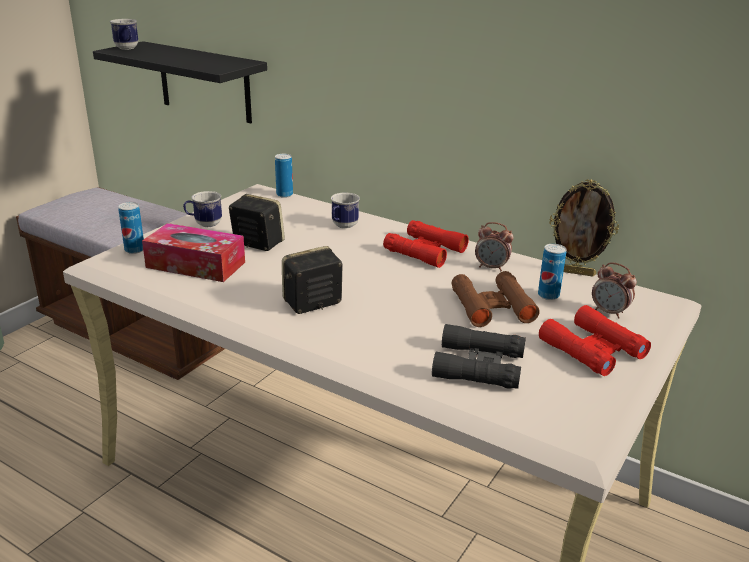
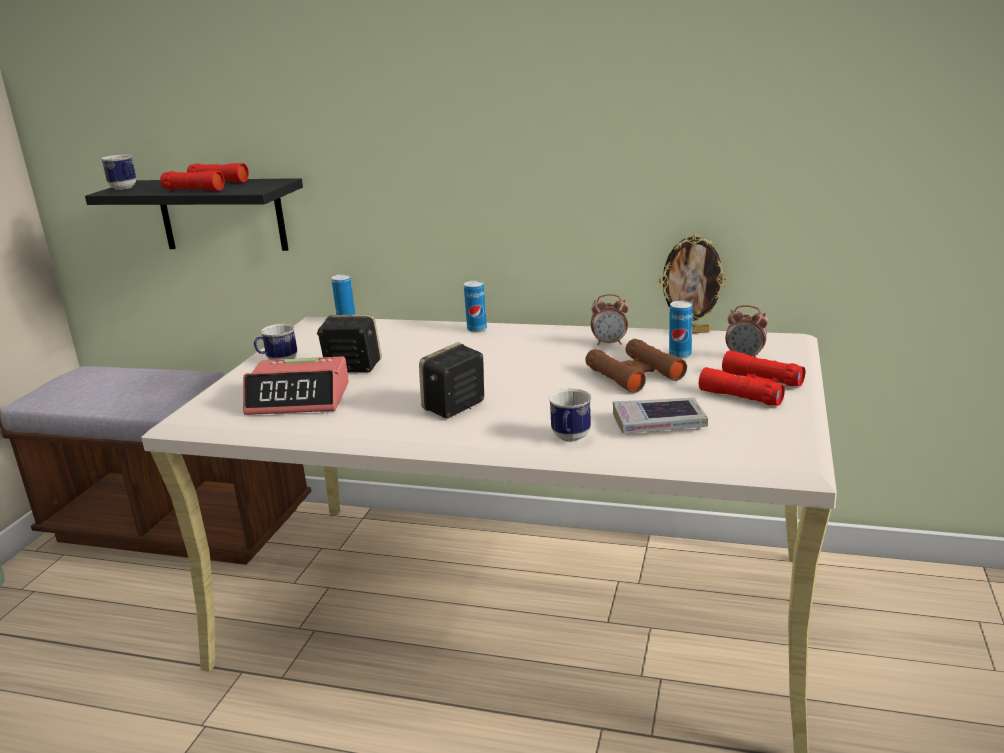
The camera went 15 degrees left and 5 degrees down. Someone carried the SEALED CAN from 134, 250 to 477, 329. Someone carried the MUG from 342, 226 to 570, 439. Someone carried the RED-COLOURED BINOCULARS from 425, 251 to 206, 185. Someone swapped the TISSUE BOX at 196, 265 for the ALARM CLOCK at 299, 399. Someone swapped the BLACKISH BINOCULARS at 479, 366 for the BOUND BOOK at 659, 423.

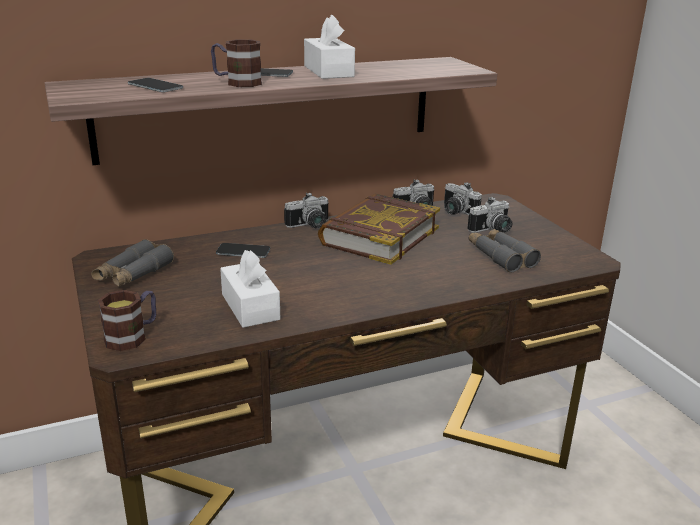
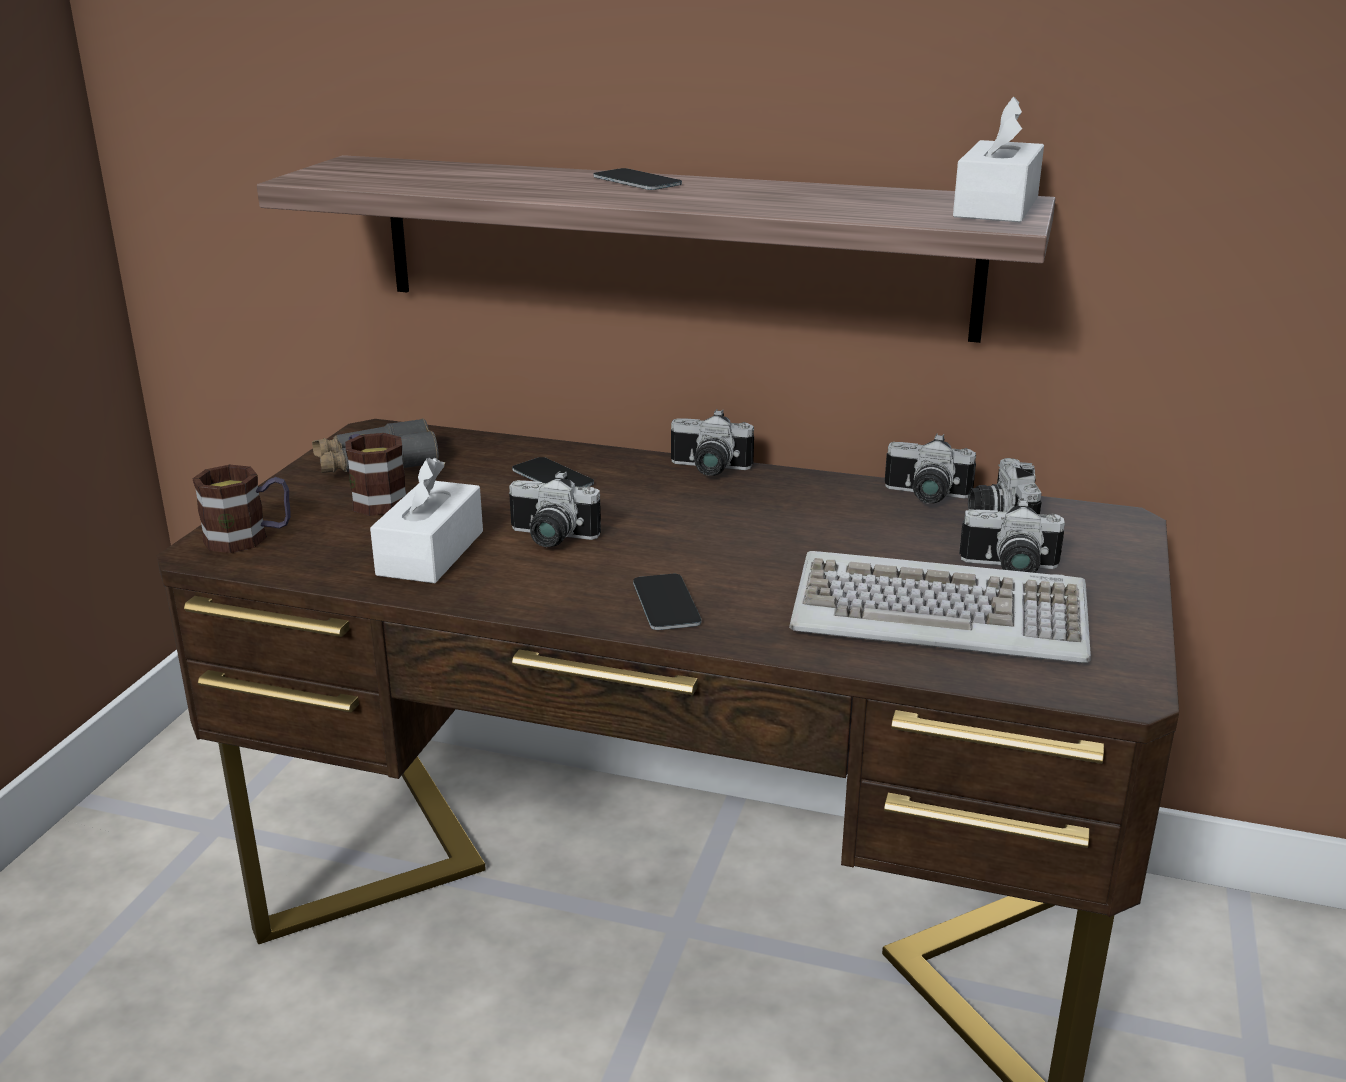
The camera went 40 degrees right and 0 degrees up. Someone took away the BOUND BOOK at 379, 236. Someone put down the STILL CAMERA at 549, 539. Someone carried the HANDSET from 155, 86 to 666, 603. Someone carried the MUG from 237, 82 to 374, 499. Someone carried the WHITISH TISSUE BOX from 328, 71 to 996, 207. Someone swapped the GREY BINOCULARS at 501, 256 for the KEYBOARD at 939, 616.

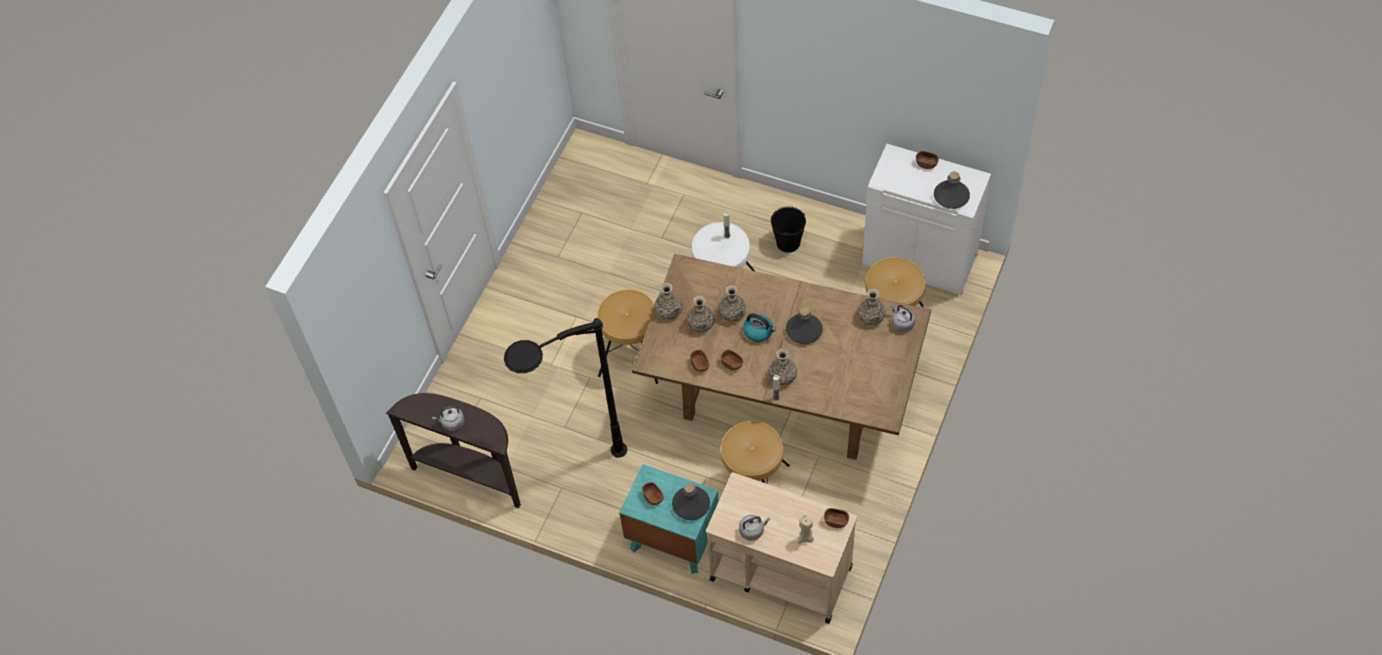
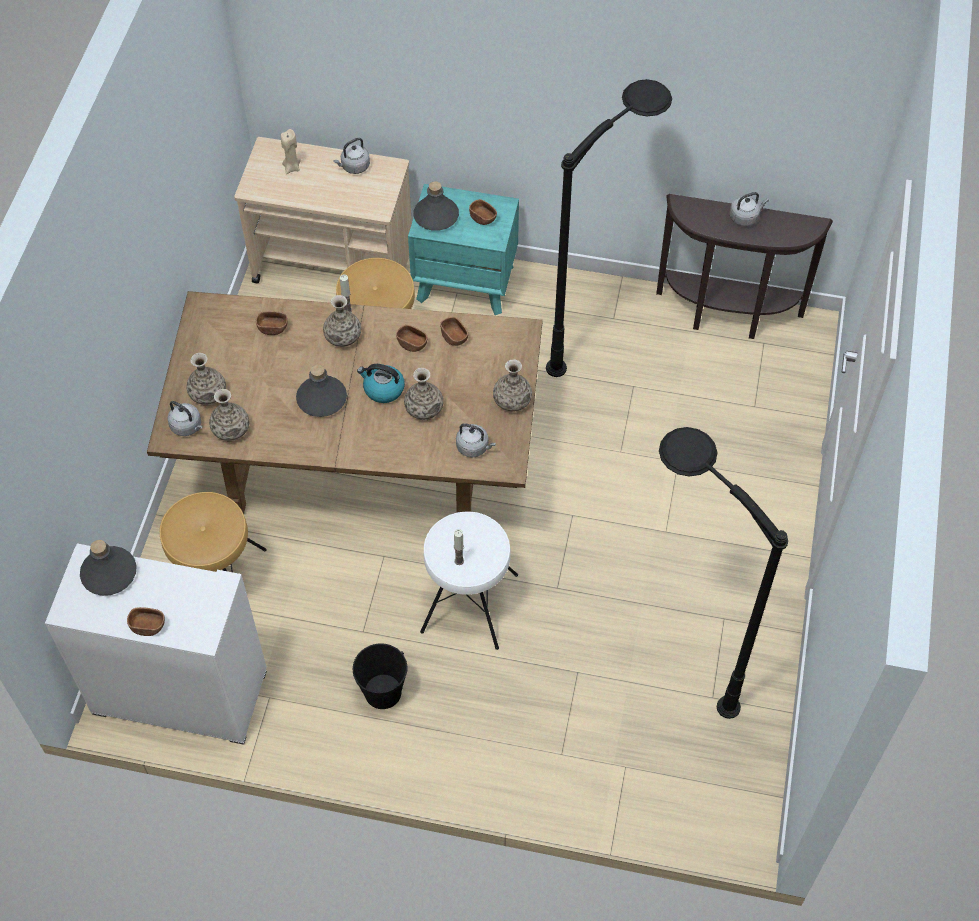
The camera went 165 degrees right and 0 degrees up. Someone took away the BROWN-COLOURED SITTING STOOL at 632, 356. Someone put down the GREY KETTLE at 474, 447. Someone put down the BLACKISH FLOOR LAMP at 673, 658. Someone carried the FLOWER VASE from 701, 323 to 208, 394. Someone carried the BROWN-COLOURED BOWL from 836, 521 to 273, 328.

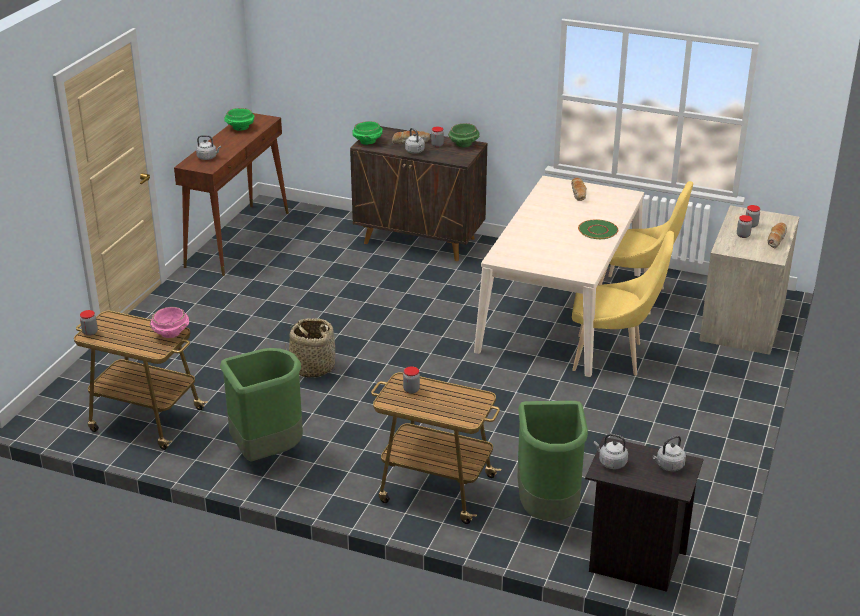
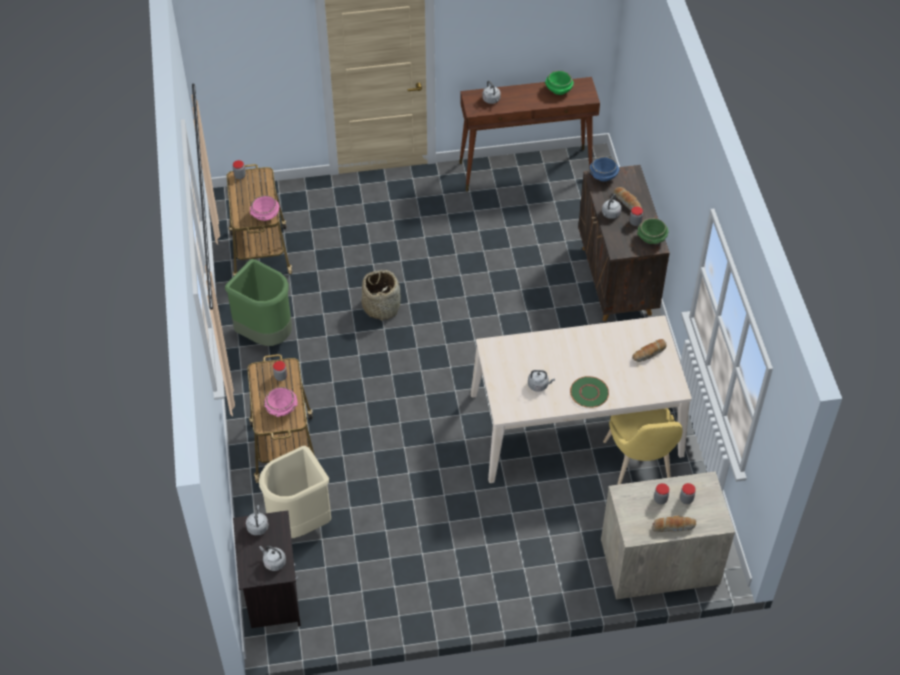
The camera went 60 degrees right and 20 degrees up. Someone took away the YELLOWISH PLAIN CHAIR at 613, 357. Someone put down the PINK BOWL at 282, 409. Someone put down the GREY KETTLE at 539, 385. Someone repainted the GREENISH BOWL at 368, 142, which became the BLUISH BOWL at 603, 177. Someone repainted the GREENISH WASTE BIN at 548, 510, which became the BEIGE WASTE BIN at 300, 523.

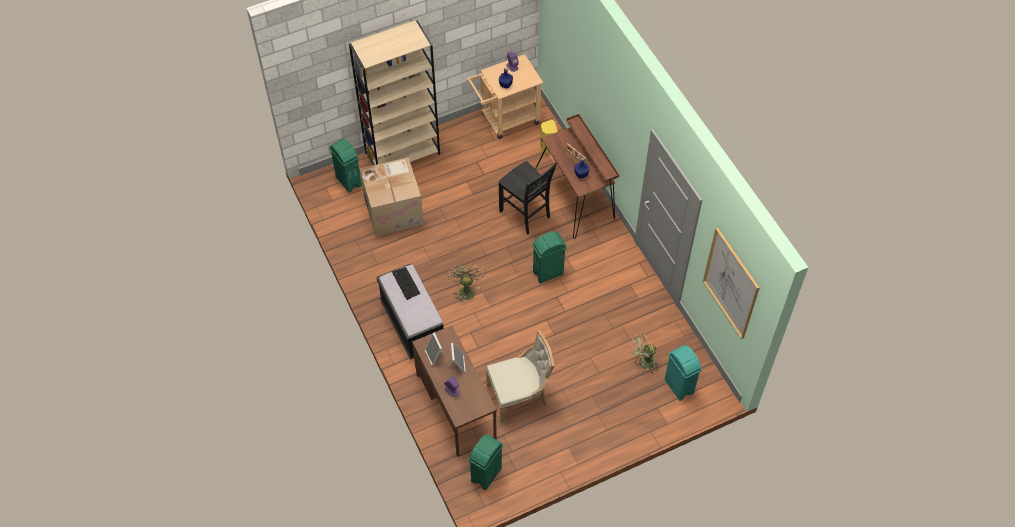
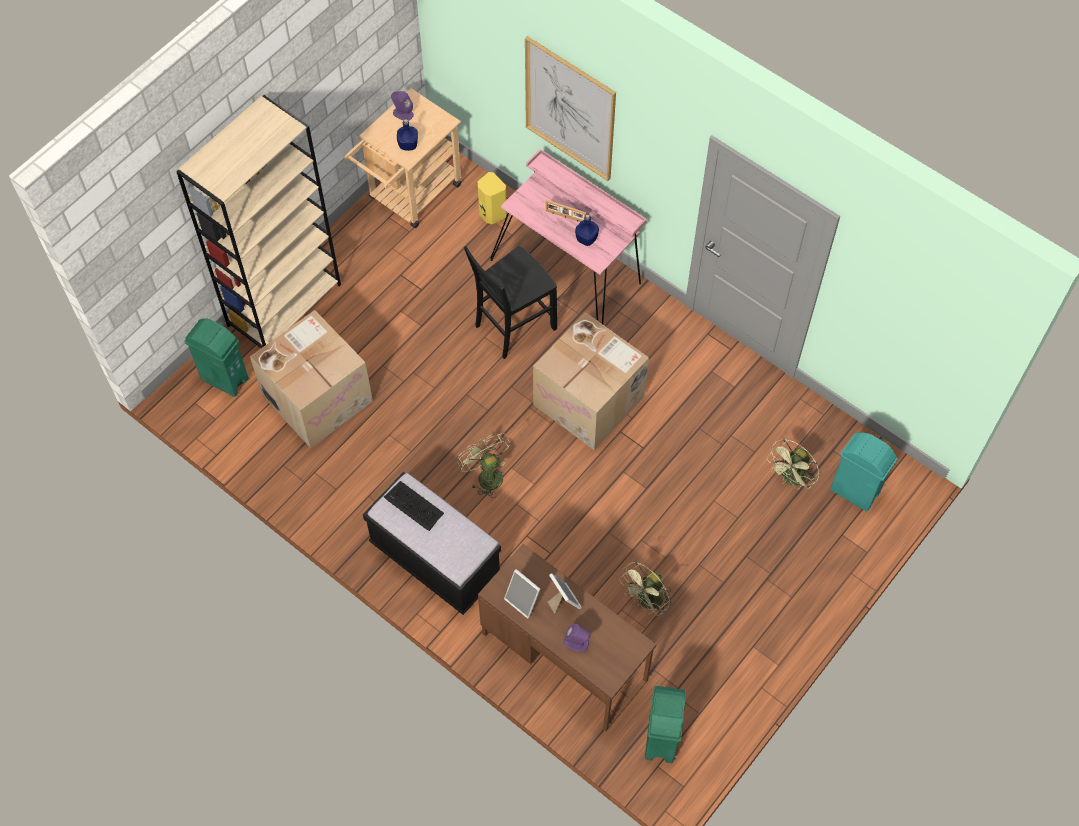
The camera went 25 degrees left and 5 degrees up. Someone carried the PICTURE from 731, 283 to 570, 109. Someone swapped the BEIGE PLAIN CHAIR at 520, 396 for the GREENISH FAN at 647, 601. Someone swapped the GREENISH WASTE BIN at 548, 273 for the PACKING BOX at 590, 400. Someone repainted the BROWN-COLOURED DESK TABLE at 576, 196, which became the PINK DESK TABLE at 569, 271. Someone rotated the BLACKISH PLAIN CHAIR at 525, 214 by 120 degrees clockwise.

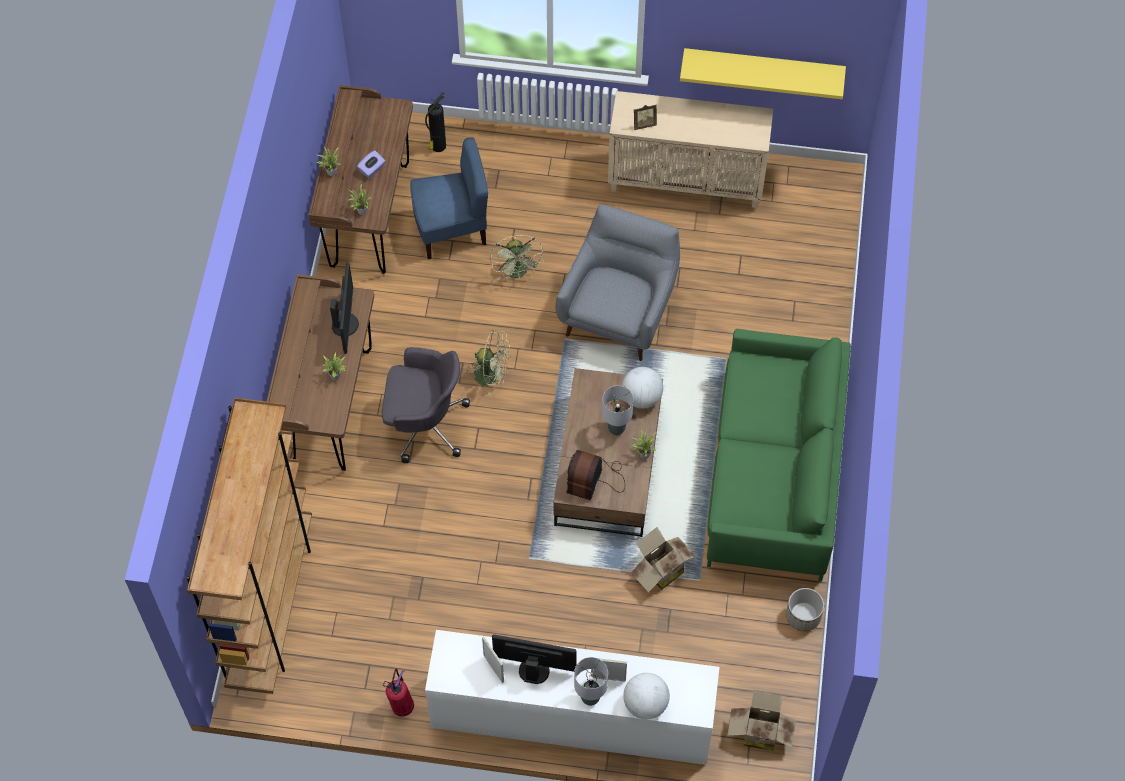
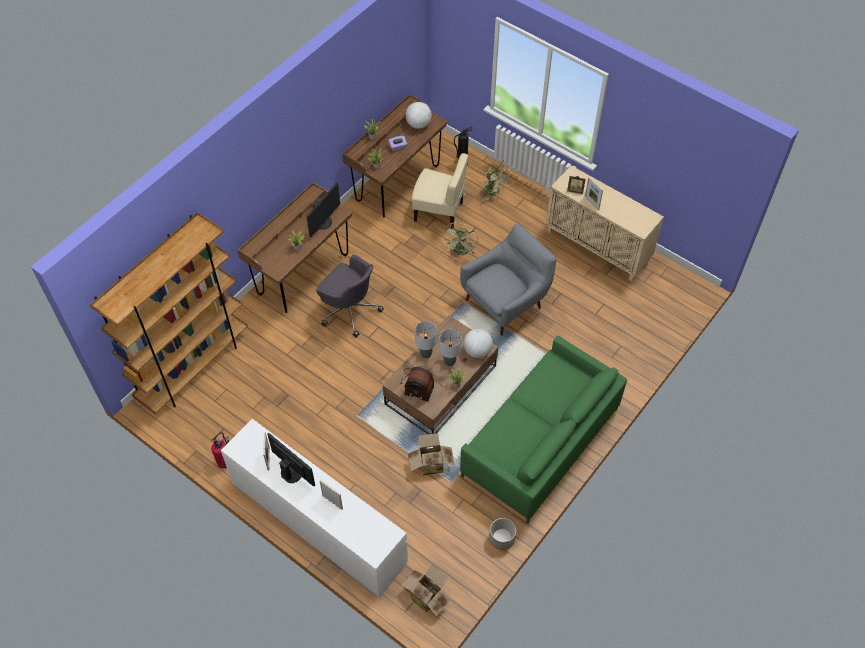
The camera went 30 degrees right and 5 degrees down. Someone took away the YELLOWISH SHELF at 763, 66. Someone put down the PICTURE FRAME at 592, 203. Someone carried the GREENISH FAN from 492, 375 to 494, 191. Someone carried the GREY TABLETOP LAMP from 590, 698 to 426, 354. Someone carried the WORLD GLOBE from 645, 704 to 418, 124. Someone repainted the BLUISH PLAIN CHAIR at 451, 229, which became the BEIGE PLAIN CHAIR at 439, 211. Someone rotated the RADIO SET at 595, 479 by 120 degrees counterclockwise.

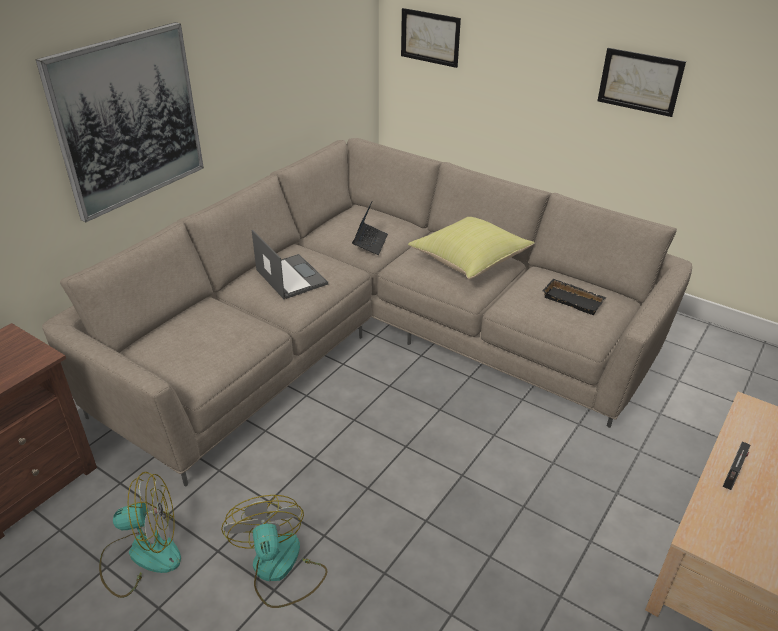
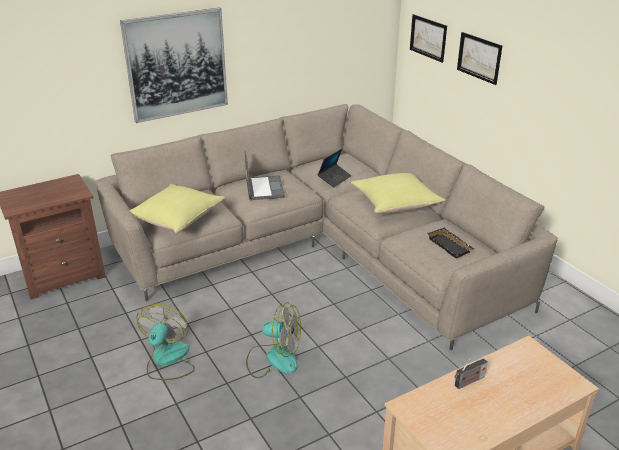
The camera went 25 degrees right and 5 degrees down. Someone put down the YELLOWISH PILLOW at 176, 219. Someone carried the FAN from 142, 555 to 273, 358. Someone carried the PICTURE from 640, 81 to 479, 57.

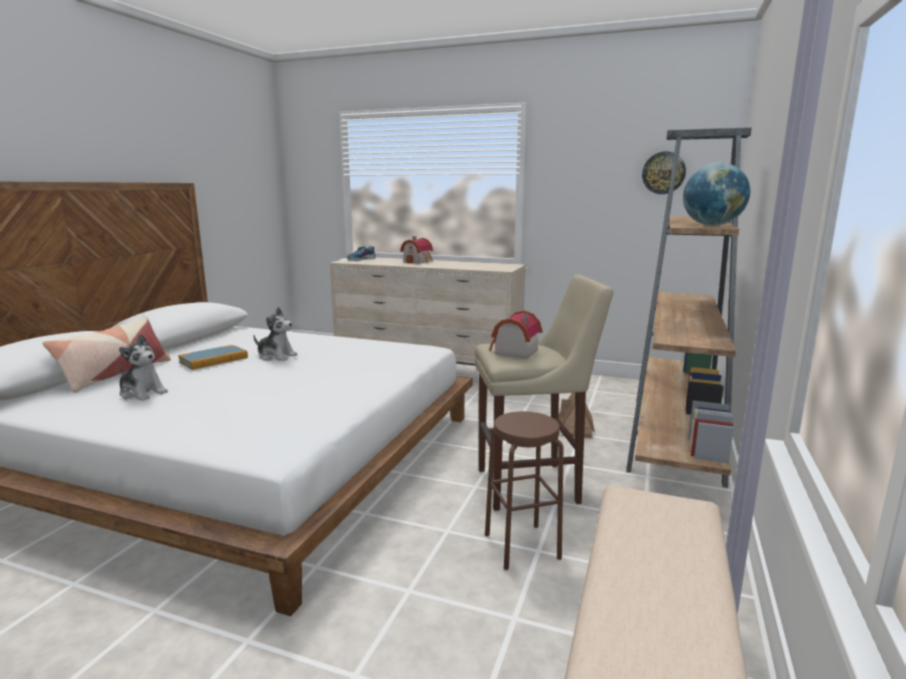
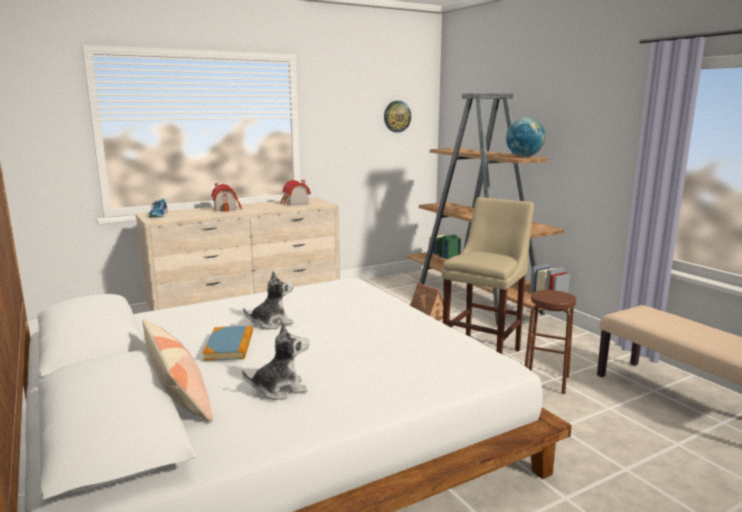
The camera went 50 degrees left and 0 degrees up. Someone carried the MINIATURE HOUSE from 513, 351 to 295, 203.

